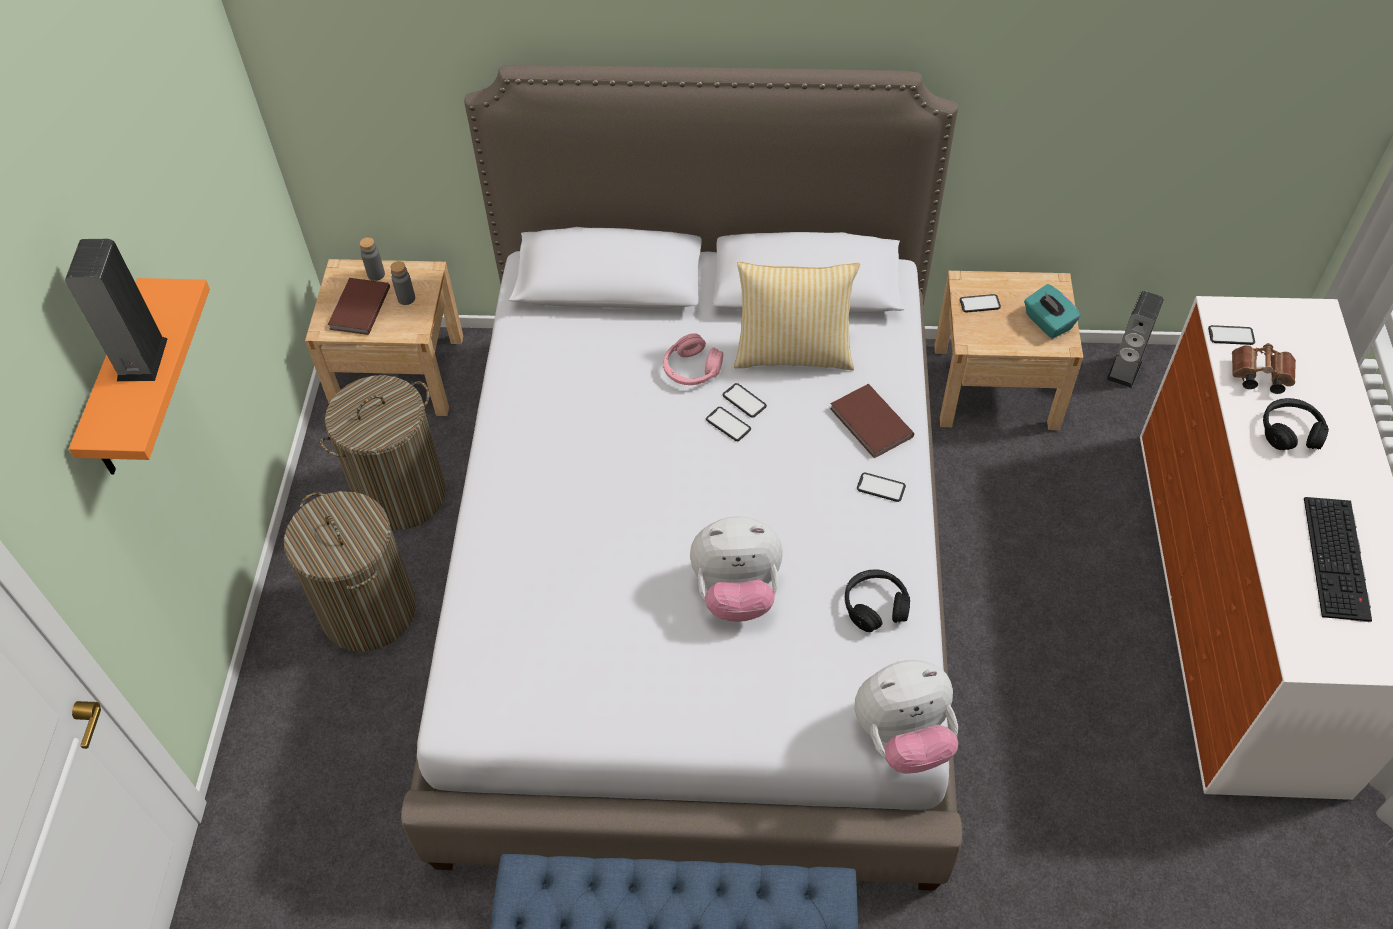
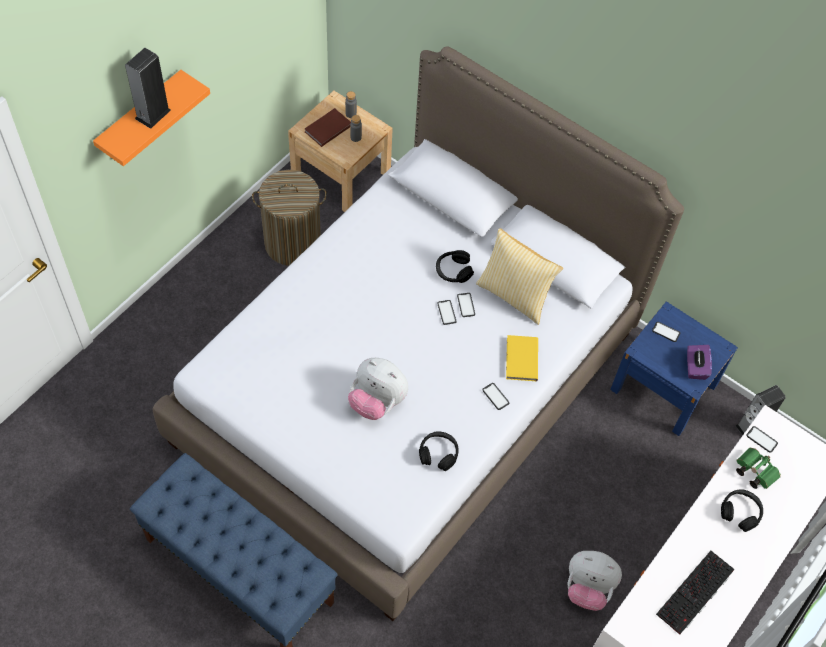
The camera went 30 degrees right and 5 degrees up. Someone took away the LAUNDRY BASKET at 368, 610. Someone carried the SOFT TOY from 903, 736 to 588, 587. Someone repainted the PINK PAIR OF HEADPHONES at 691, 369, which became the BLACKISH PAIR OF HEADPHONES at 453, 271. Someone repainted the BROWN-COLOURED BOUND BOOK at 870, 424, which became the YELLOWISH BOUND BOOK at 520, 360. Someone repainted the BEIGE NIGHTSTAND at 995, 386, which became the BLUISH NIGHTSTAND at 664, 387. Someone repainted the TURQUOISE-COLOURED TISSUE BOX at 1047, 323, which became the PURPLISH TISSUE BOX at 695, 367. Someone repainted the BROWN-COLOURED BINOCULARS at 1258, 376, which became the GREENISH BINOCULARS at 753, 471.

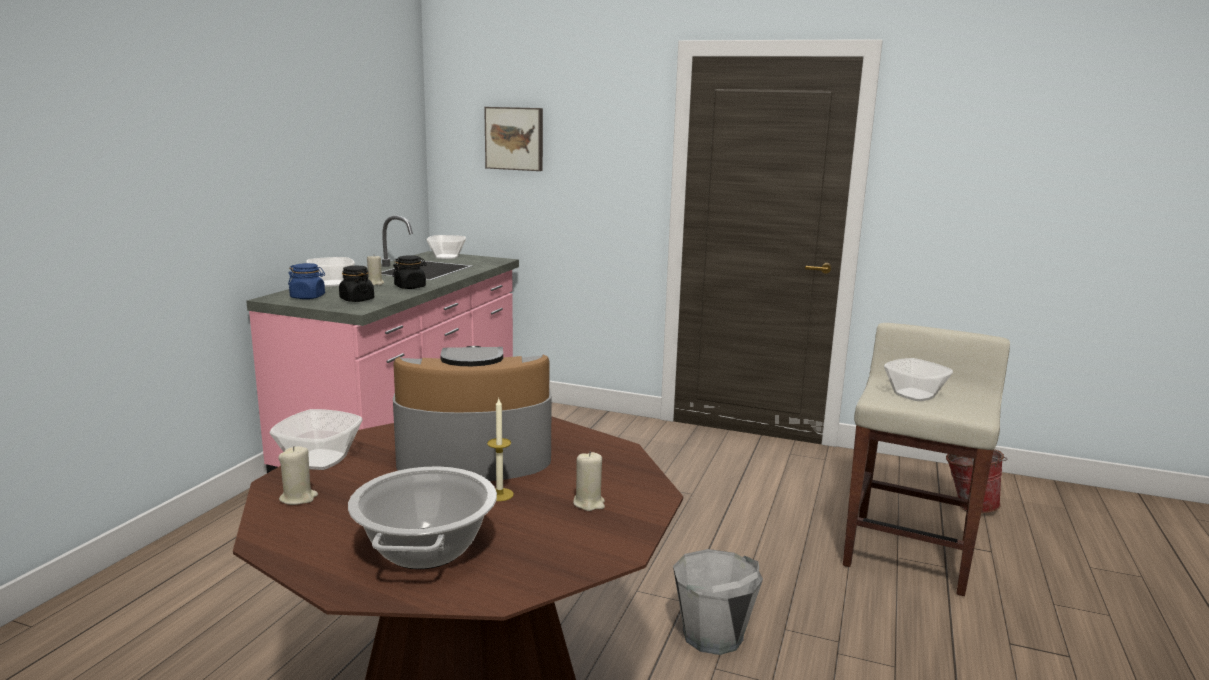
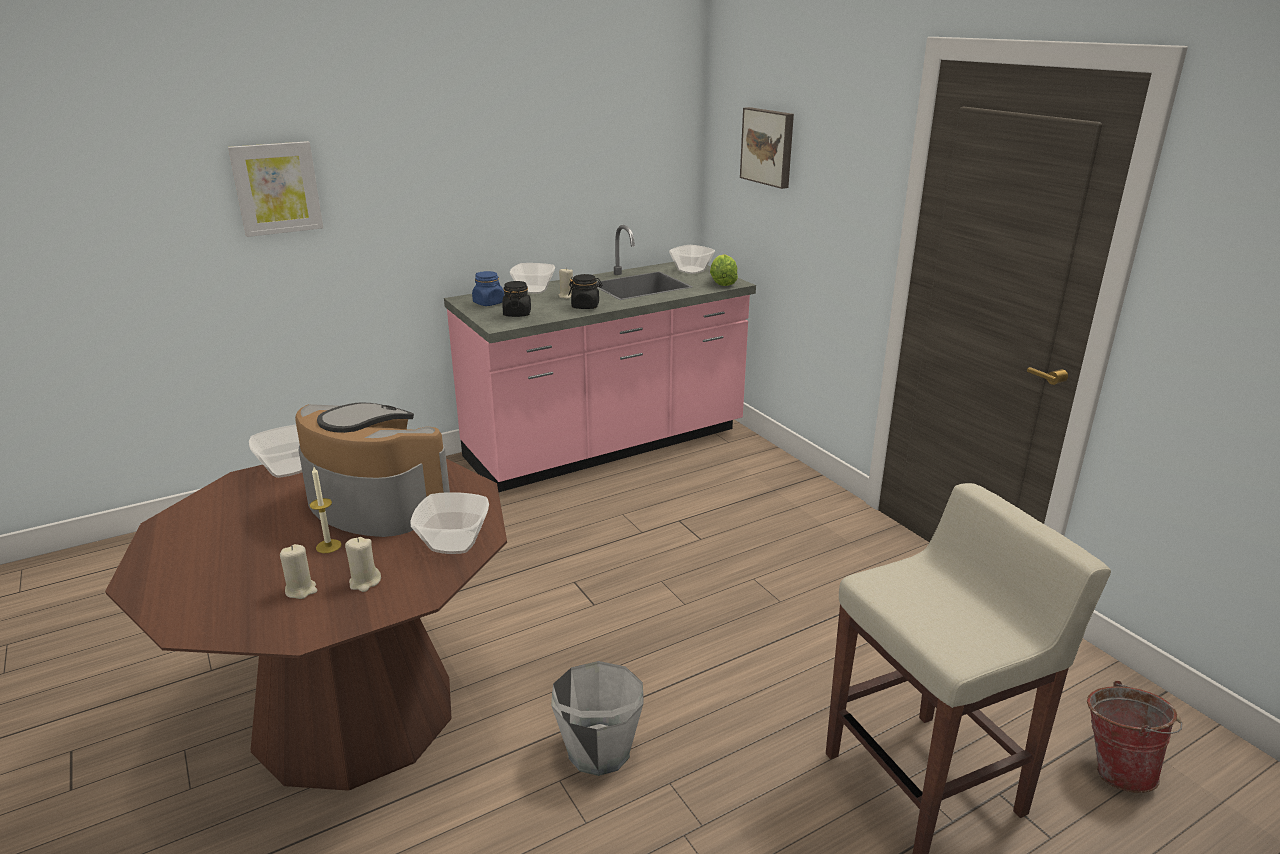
The camera went 40 degrees right and 10 degrees up. Someone took away the SAUCEPOT at 425, 548. Someone put up the PICTURE at 277, 188. Someone put down the LETTUCE at 722, 282. Someone carried the BEIGE WAX LIGHT from 298, 498 to 301, 590. Someone carried the BOWL from 914, 395 to 452, 543.

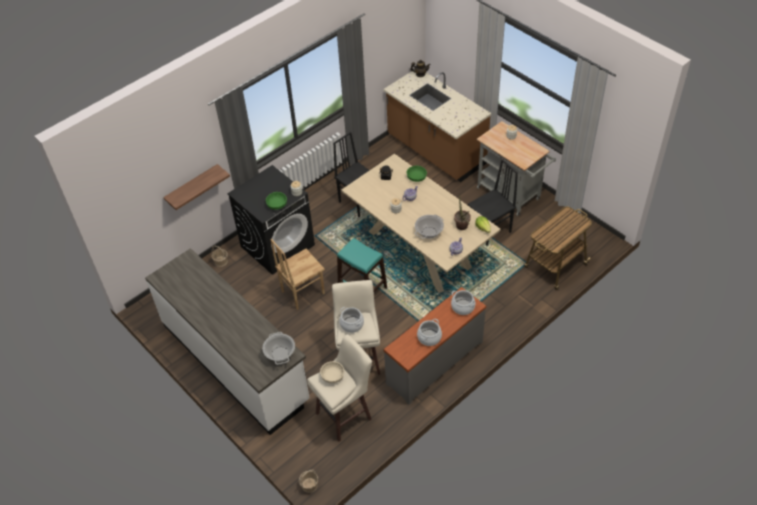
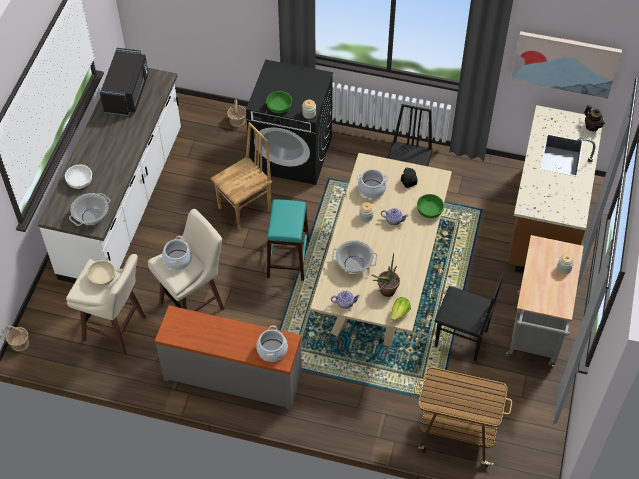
The camera went 55 degrees right and 5 degrees up. Someone took away the SHELF at 192, 187. Someone put down the WHITISH BOWL at 79, 181. Someone put down the BLACKISH MICROWAVE OVEN at 128, 93. Someone put up the PICTURE at 565, 63. Someone carried the SAUCEPOT from 429, 337 to 372, 189. Someone rotated the BROWN-COLOURED PLAIN CHAIR at 302, 292 by 120 degrees clockwise.

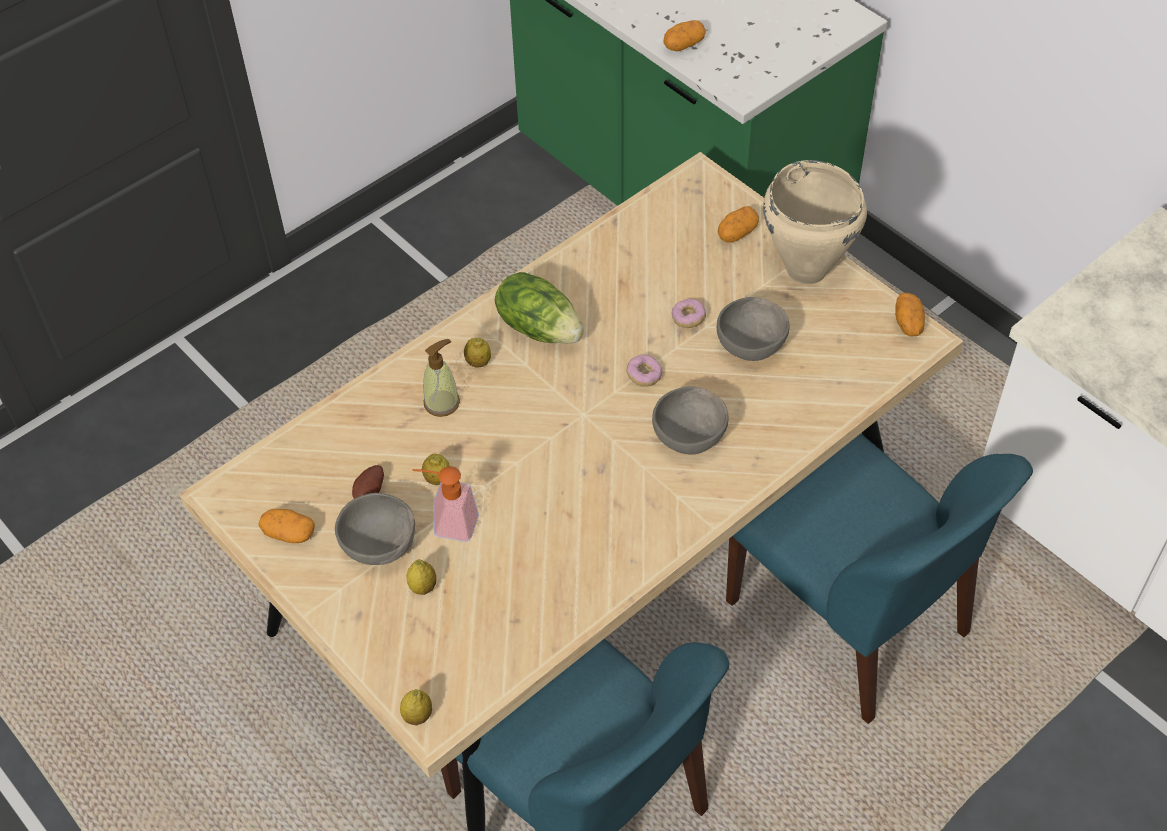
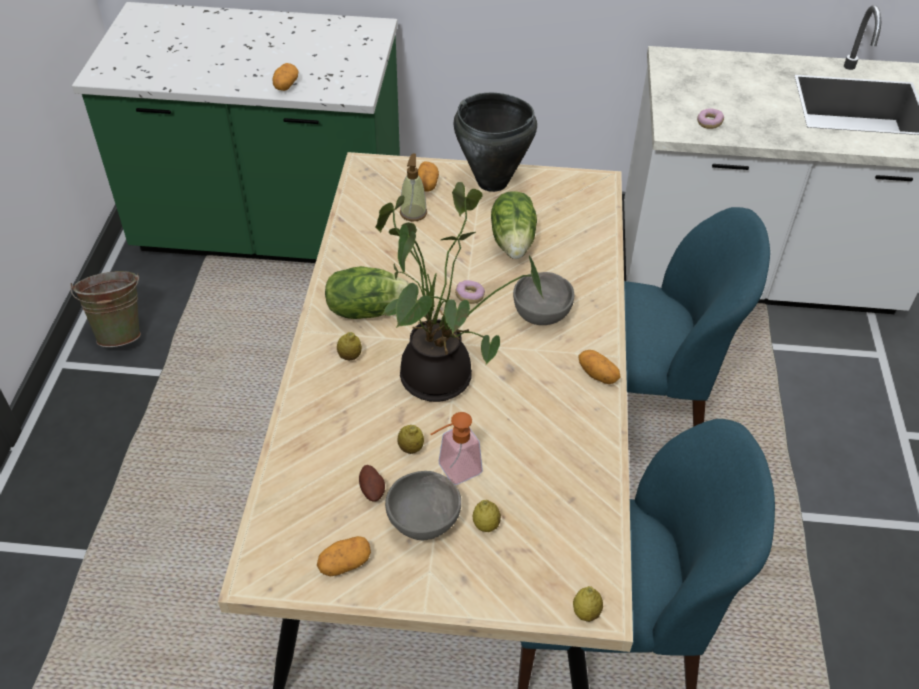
The camera went 45 degrees left and 5 degrees down. Someone put down the GREENISH BUCKET at 121, 331. Someone put down the PLANT IN A POT at 442, 377. Someone carried the SOAP DISPENSER from 442, 403 to 413, 213. Someone carried the RING DOUGHNUT from 688, 318 to 709, 123. Someone carried the POTATO from 908, 323 to 598, 374. Someone swapped the GREY BOWL at 752, 347 for the LETTUCE at 514, 241. Someone repainted the BEIGE SAUCEPOT at 806, 271, which became the BLACKISH SAUCEPOT at 492, 182.

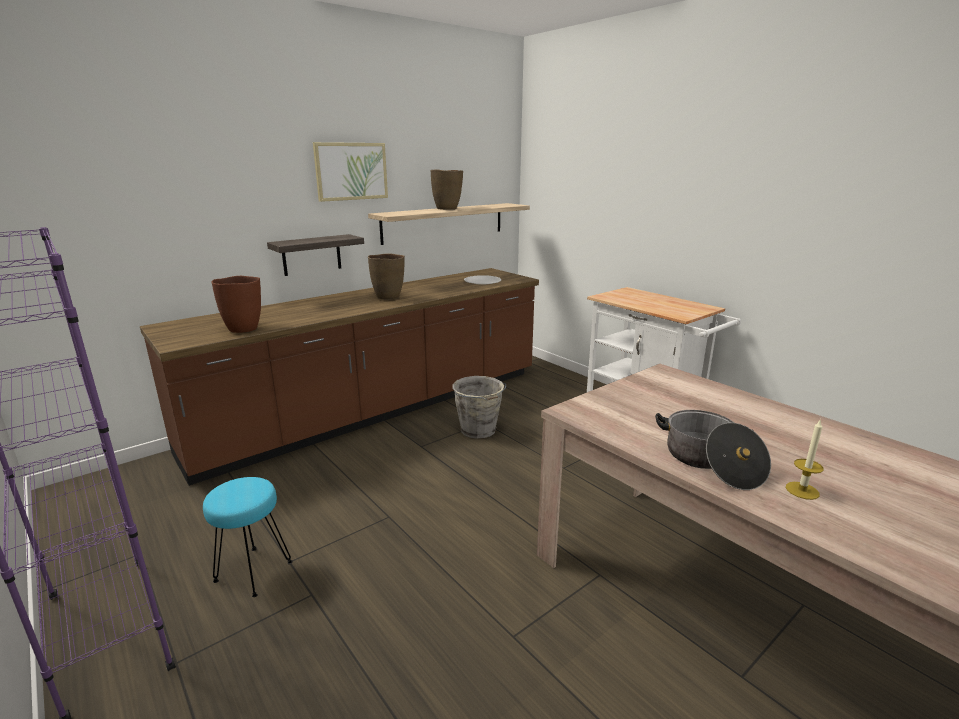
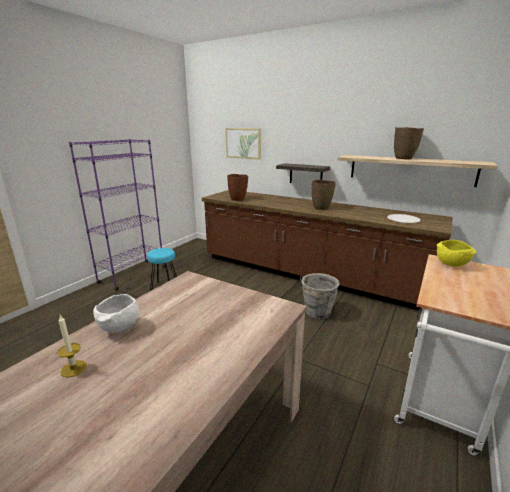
The camera went 70 degrees right and 0 degrees up. Someone put down the YELLOWISH BOWL at 452, 264. Someone carried the PICTURE from 351, 171 to 243, 143. Someone swapped the SAUCEPOT at 710, 462 for the WHITISH BOWL at 119, 328.

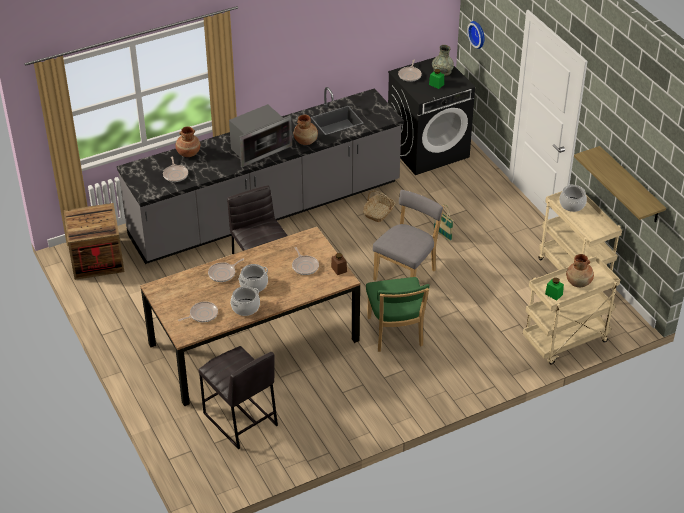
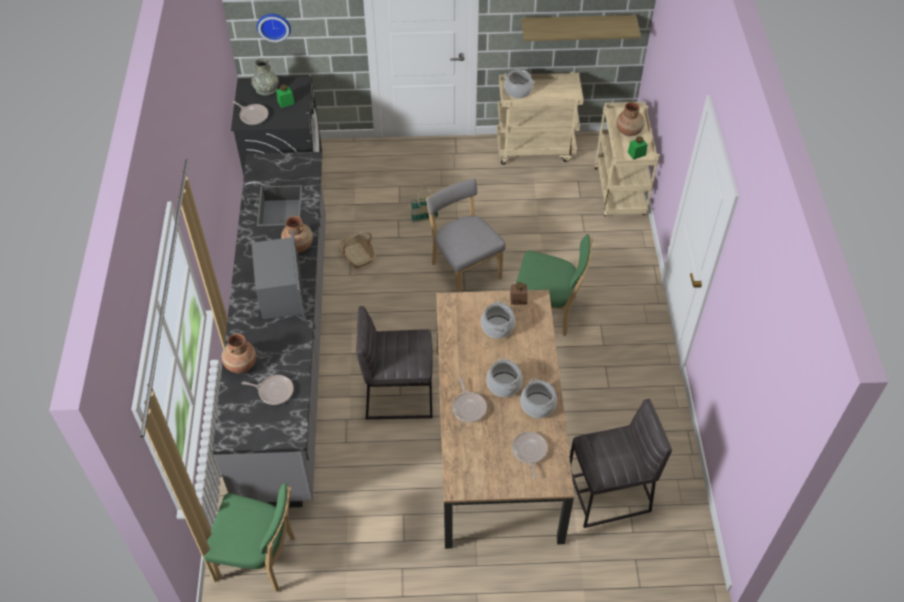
The camera went 65 degrees left and 10 degrees up. Someone swapped the PACKING CRATE at 97, 259 for the GREENISH PLAIN CHAIR at 260, 559. Someone swapped the SKILLET at 305, 266 for the SAUCEPOT at 497, 327.

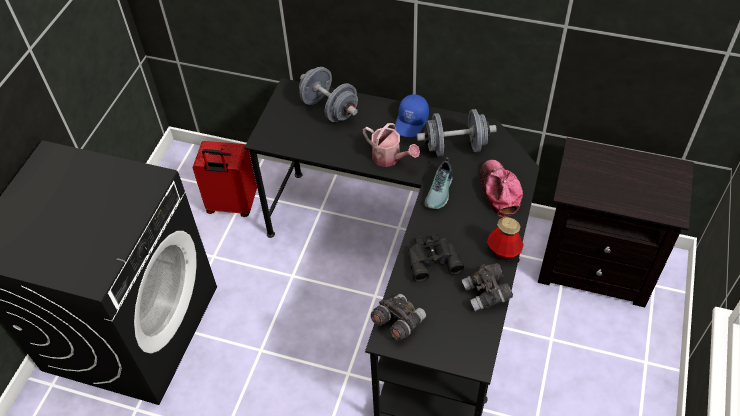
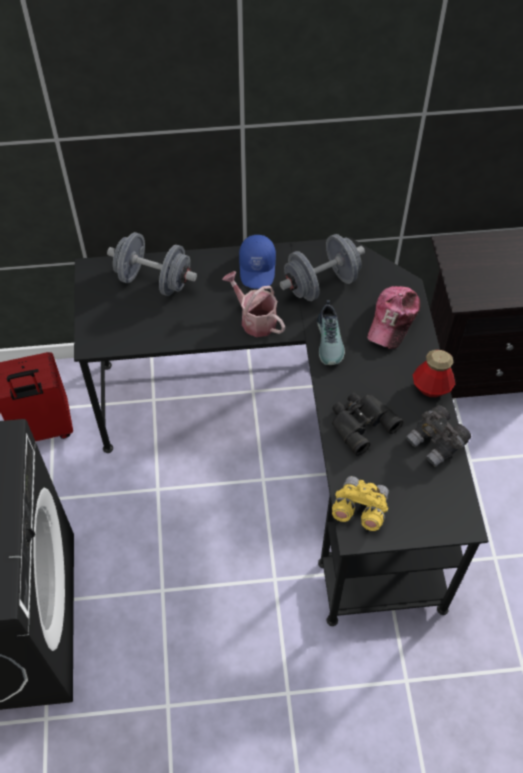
The camera went 25 degrees left and 5 degrees up. Someone repainted the GREY BINOCULARS at 398, 322, which became the YELLOWISH BINOCULARS at 359, 509. Someone rotated the WATERING CAN at 390, 158 by 150 degrees counterclockwise. Someone rotated the BASEBALL CAP at 499, 191 by 120 degrees counterclockwise.

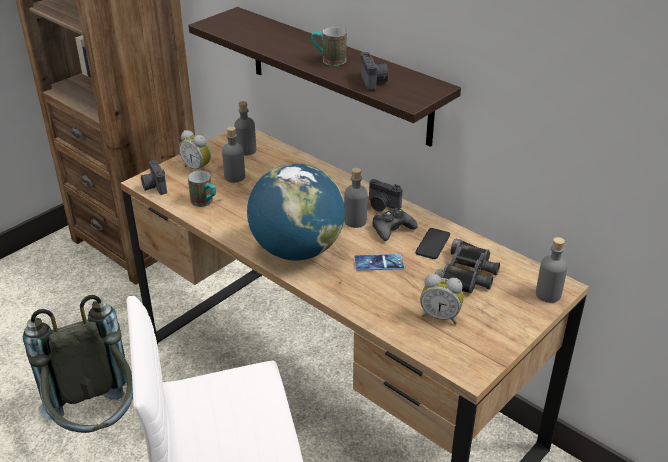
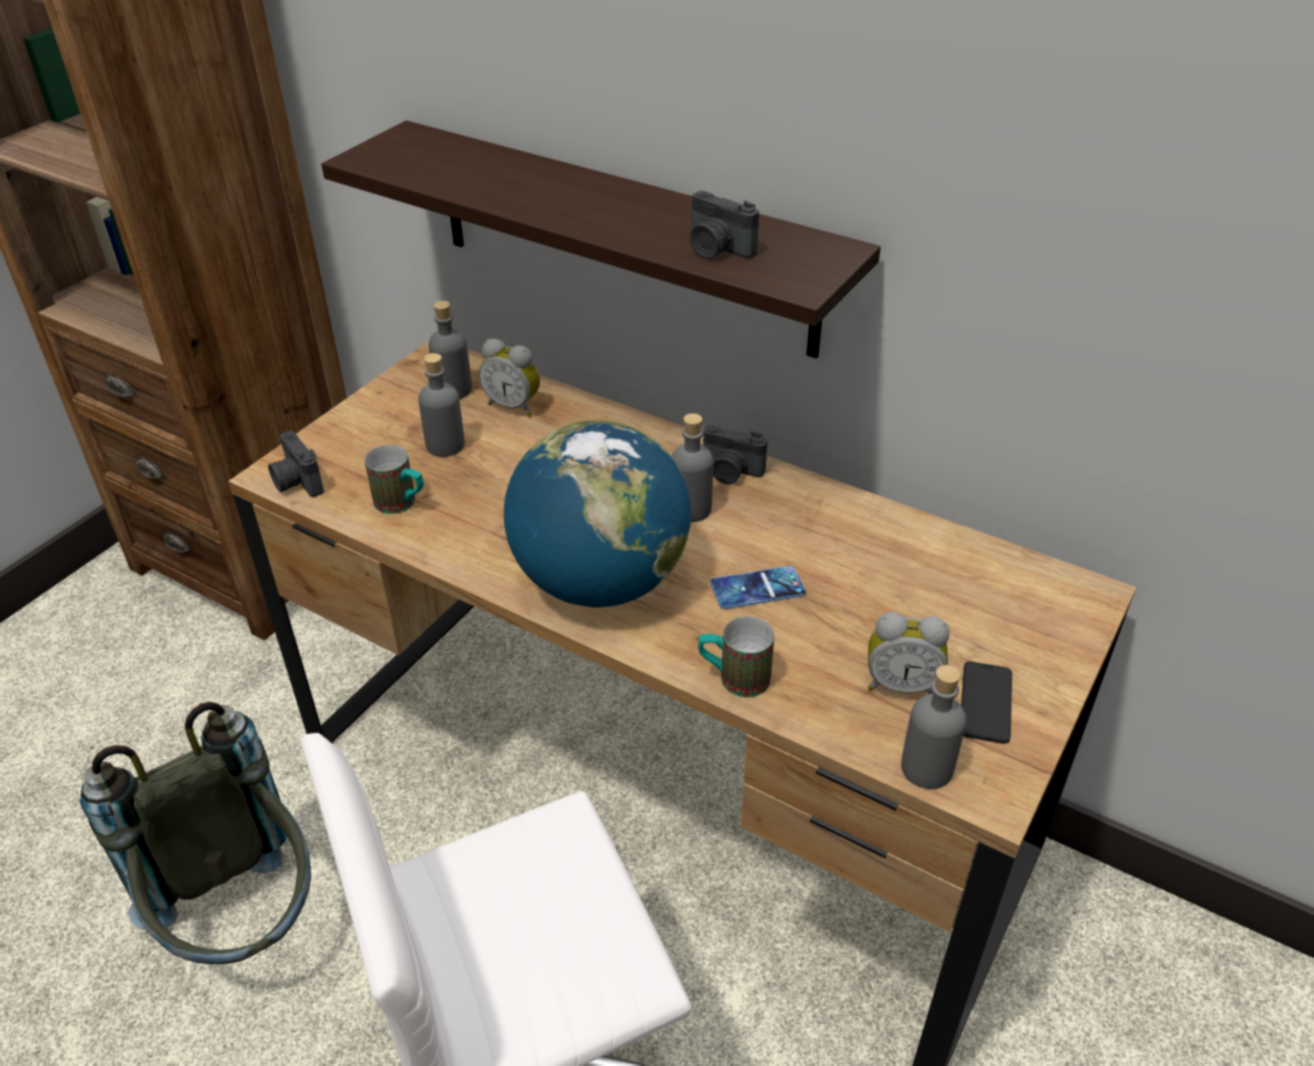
The camera went 10 degrees left and 5 degrees up. Someone took away the BLACKISH JOYPAD at 392, 229. Someone took away the BLACKISH BINOCULARS at 467, 274. Someone carried the ALARM CLOCK from 198, 168 to 514, 406. Someone carried the MUG from 329, 60 to 733, 678. Someone carried the HANDSET from 432, 244 to 985, 703. Someone carried the GREY DRINK BOTTLE from 548, 294 to 926, 768. Someone rotated the STILL CAMERA at 374, 81 by 150 degrees clockwise.

